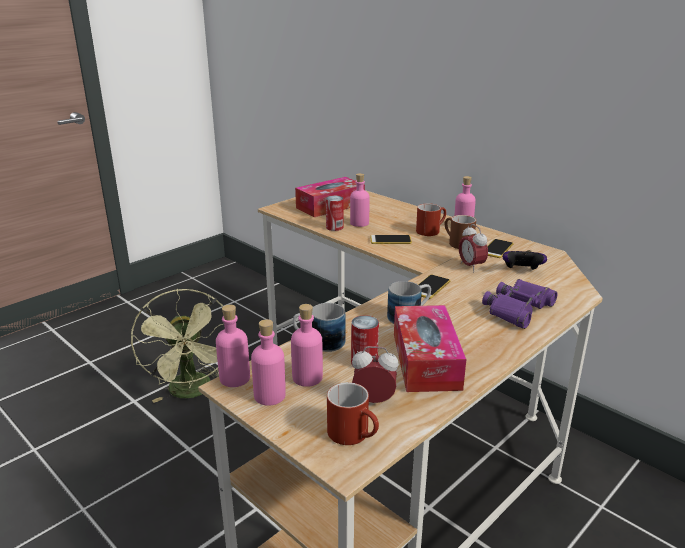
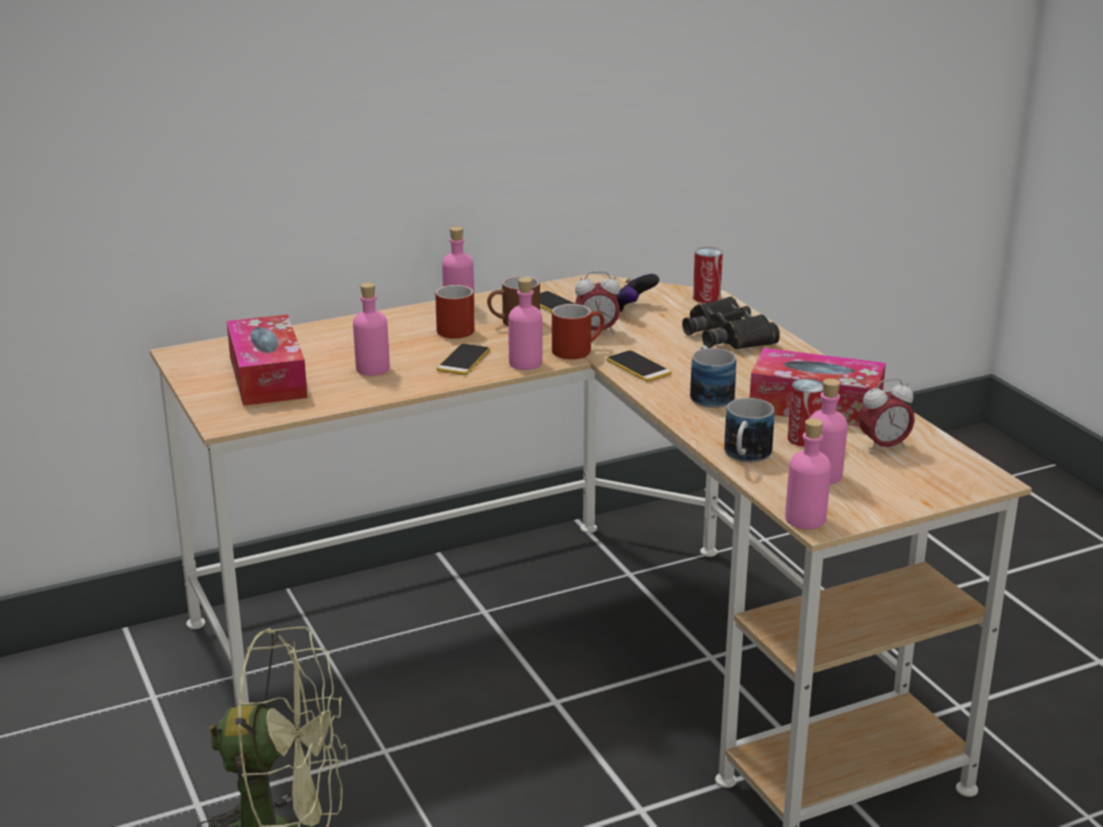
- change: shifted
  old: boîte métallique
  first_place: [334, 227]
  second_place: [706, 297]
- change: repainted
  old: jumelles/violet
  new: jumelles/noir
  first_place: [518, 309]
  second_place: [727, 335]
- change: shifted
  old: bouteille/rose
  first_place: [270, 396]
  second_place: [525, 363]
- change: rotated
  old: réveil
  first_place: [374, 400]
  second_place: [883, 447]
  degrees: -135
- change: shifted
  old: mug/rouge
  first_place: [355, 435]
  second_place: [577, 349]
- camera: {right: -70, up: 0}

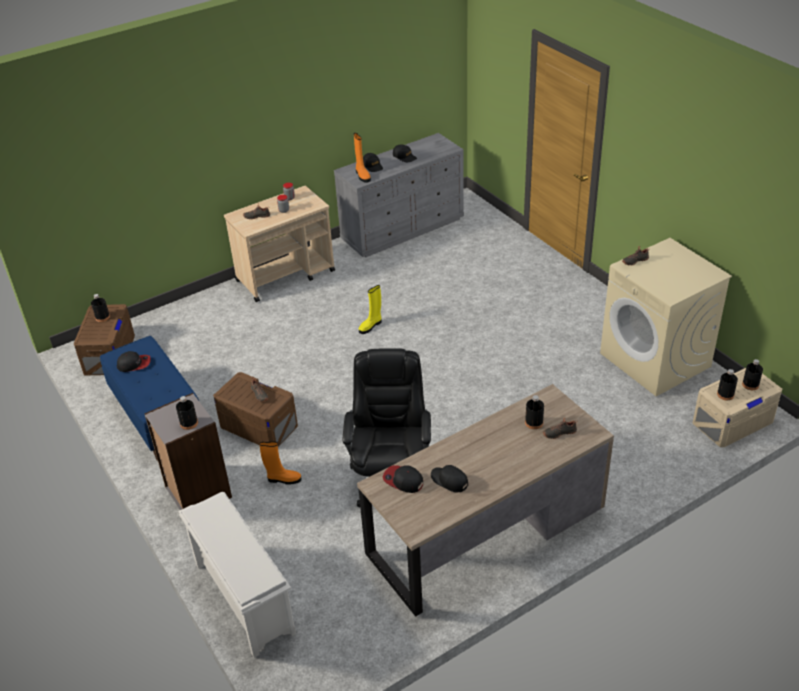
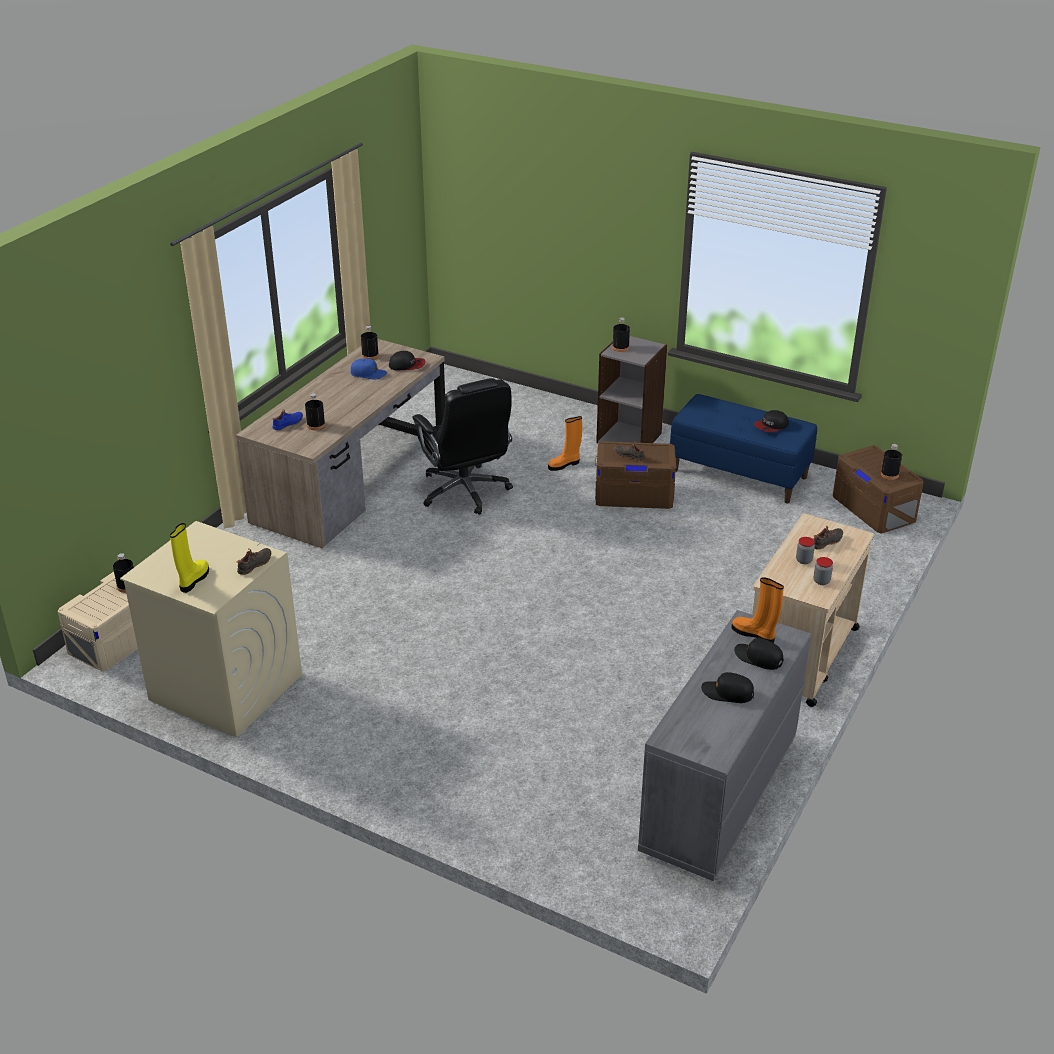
- change: shifted
  old: botte/jaune
  first_place: [371, 326]
  second_place: [193, 580]
- change: shifted
  old: bouteille/noir
  first_place: [750, 384]
  second_place: [370, 356]
- change: repainted
  old: chaussure/noir
  new: chaussure/bleu
  first_place: [559, 432]
  second_place: [288, 424]
- change: repainted
  old: casquette/noir
  new: casquette/bleu
  first_place: [449, 481]
  second_place: [368, 374]
- change: gone
  old: étagère à chaussures/blanc
  first_place: [242, 598]
- camera: {right: 150, up: -5}

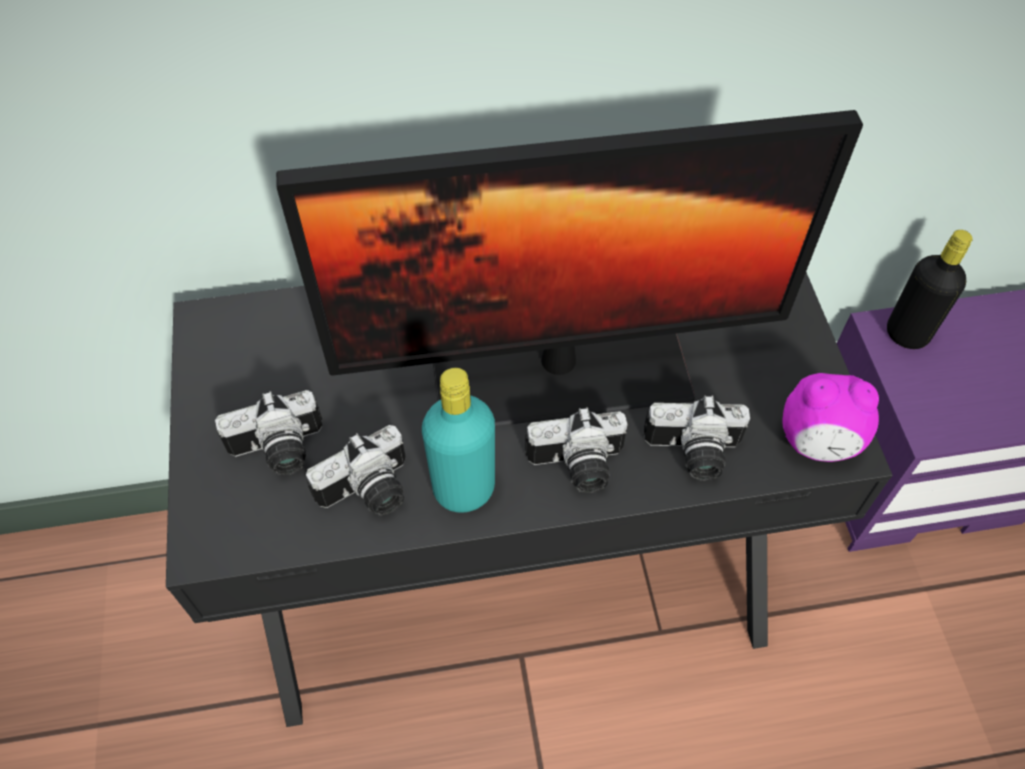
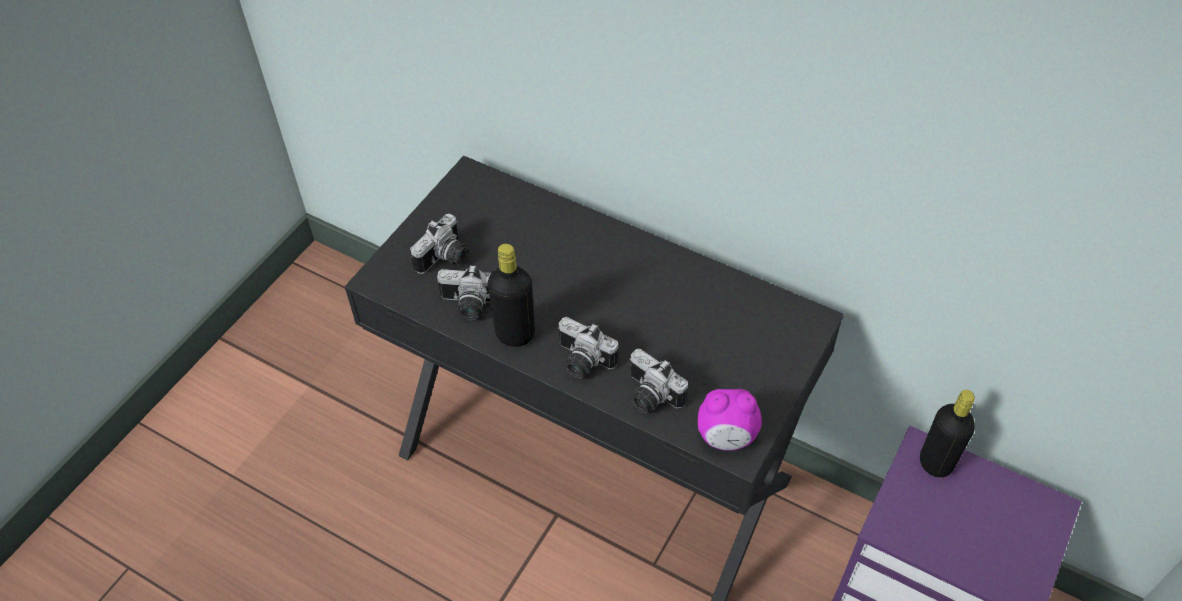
- change: gone
  old: écran d'ordinateur
  first_place: [559, 369]
- change: repainted
  old: bouteille/turquoise
  new: bouteille/noir
  first_place: [464, 489]
  second_place: [515, 334]
- change: rotated
  old: réveil
  first_place: [817, 442]
  second_place: [726, 437]
  degrees: -45
- change: rotated
  old: appareil photo
  first_place: [279, 452]
  second_place: [446, 259]
  degrees: -75
- camera: {right: 40, up: -5}

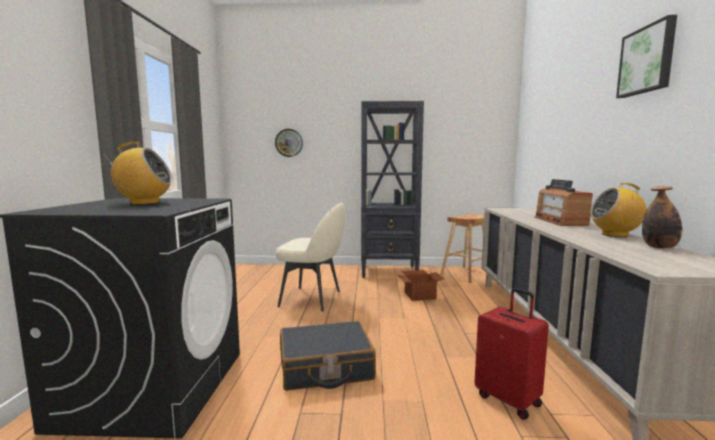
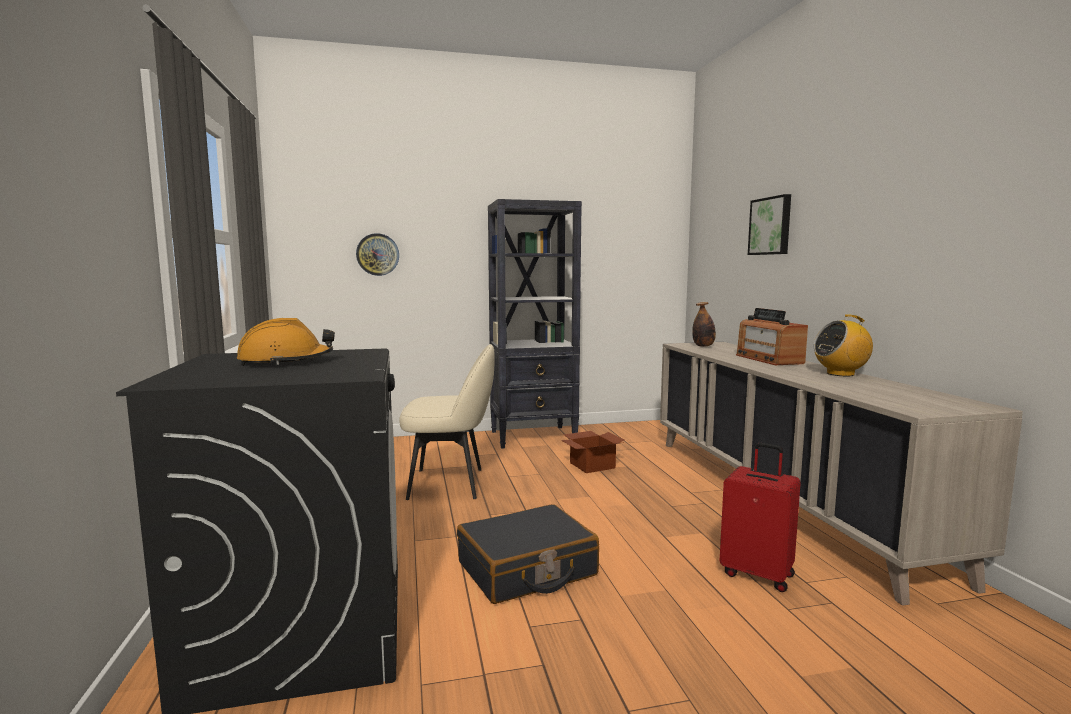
- change: shifted
  old: tableau
  first_place: [647, 60]
  second_place: [771, 226]
- change: swapped
  old: radio
  new: casque de chantier/orange
  first_place: [144, 203]
  second_place: [286, 361]
- change: shifted
  old: bouteille
  first_place: [659, 247]
  second_place: [703, 346]
- change: gone
  old: tabouret/marron
  first_place: [466, 274]
- camera: {right: -15, up: 0}

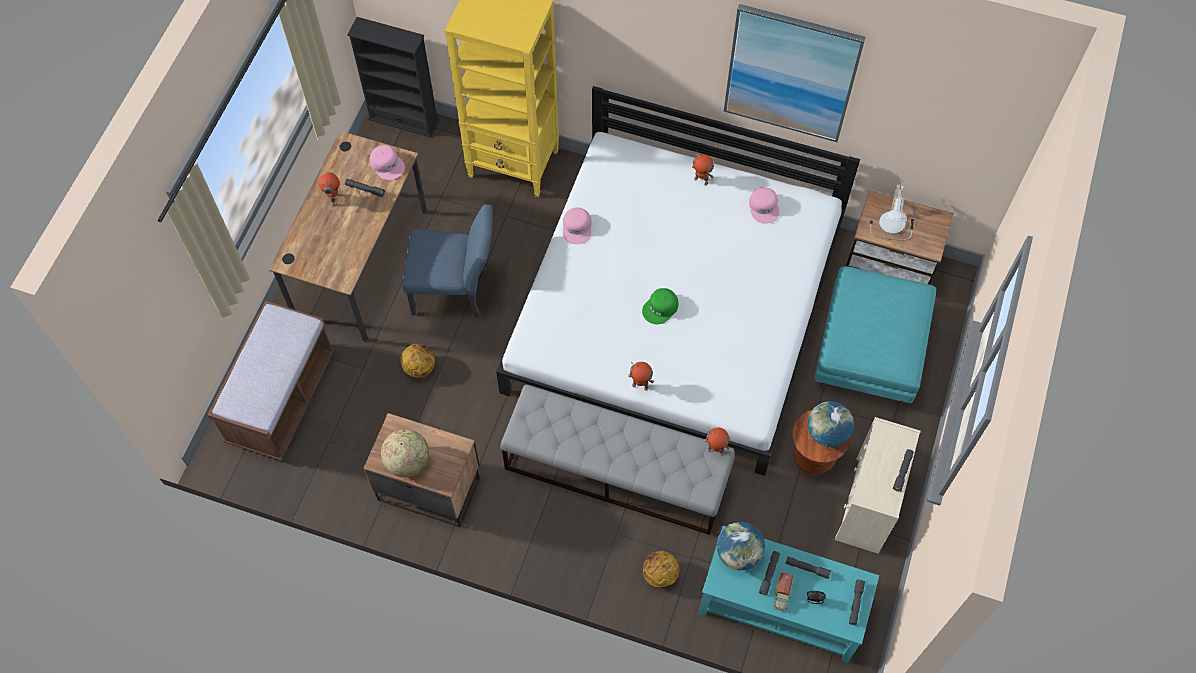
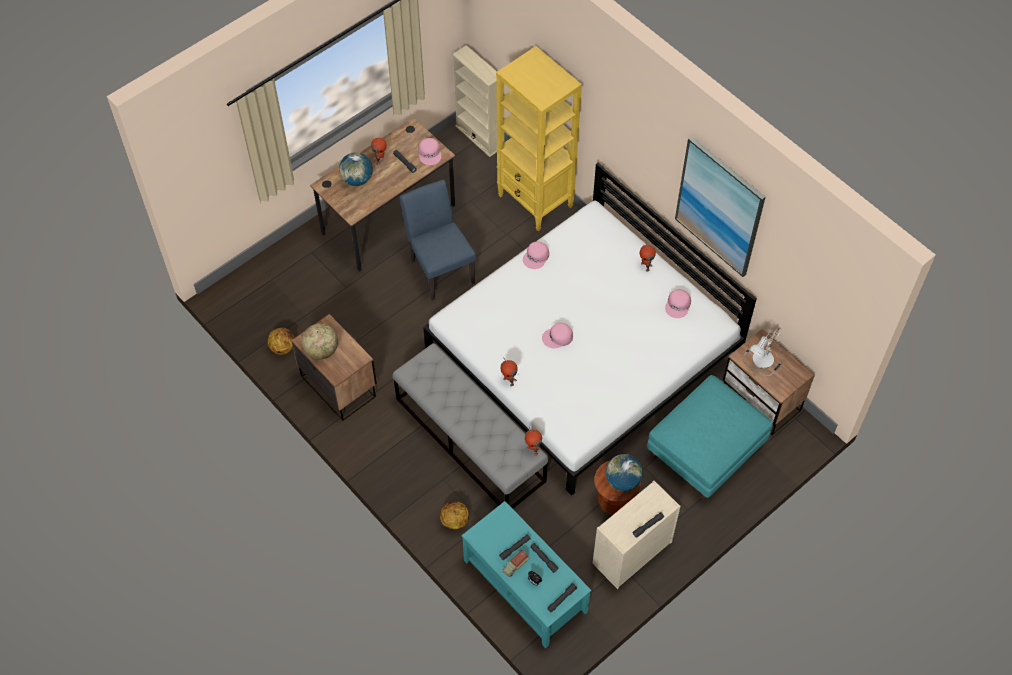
- change: repainted
  old: bibliothèque/noir
  new: bibliothèque/beige
  first_place: [403, 120]
  second_place: [479, 137]
- change: rotated
  old: chaise/bleu
  first_place: [456, 291]
  second_place: [440, 267]
  degrees: -150
- change: repainted
  old: casquette/vert
  new: casquette/rose
  first_place: [661, 308]
  second_place: [558, 337]
- change: gone
  old: banc/marron
  first_place: [282, 398]
- change: shifted
  old: ballon de basket
  first_place: [419, 367]
  second_place: [283, 347]
- change: shifted
  old: globe
  first_place: [738, 553]
  second_place: [357, 179]
- camera: {right: 30, up: -5}

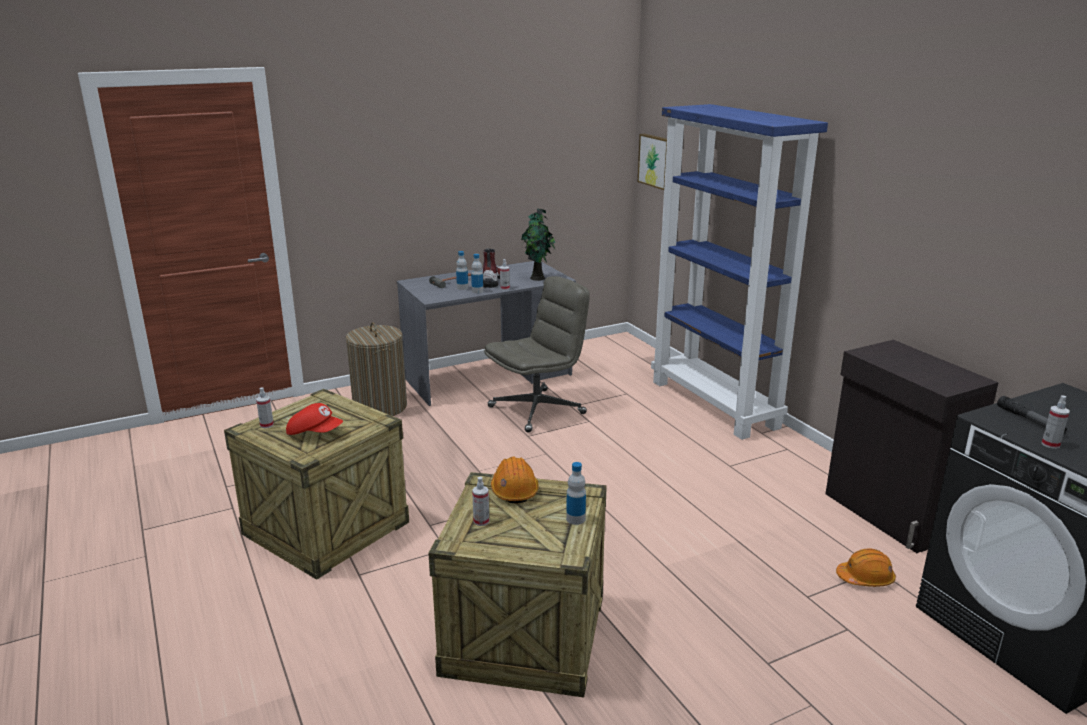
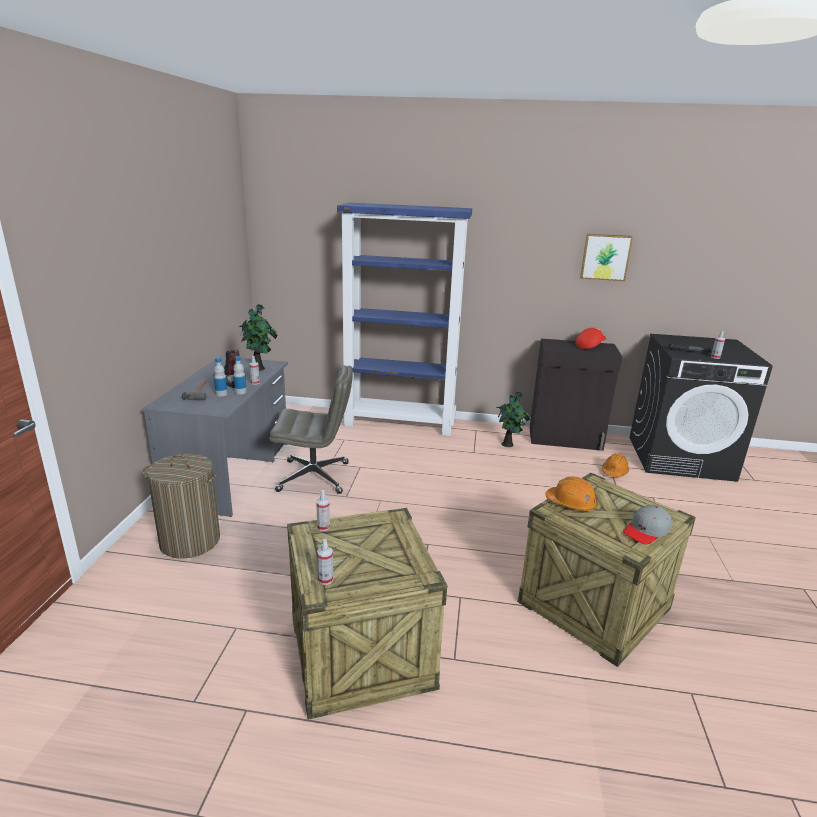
- change: shifted
  old: tableau
  first_place: [656, 161]
  second_place: [605, 257]
- change: rotated
  old: chaise de bureau/gris
  first_place: [537, 410]
  second_place: [315, 477]
  degrees: 90
- change: shifted
  old: casquette/rouge
  first_place: [315, 433]
  second_place: [589, 346]
- change: gone
  old: bouteille
  first_place: [575, 519]
- change: shifted
  old: vaporisateur
  first_place: [481, 521]
  second_place: [323, 527]
- change: new
  new: plante en pot
  second_place: [508, 444]
- change: new
  new: casquette/gris
  second_place: [646, 531]
- camera: {right: -55, up: 0}

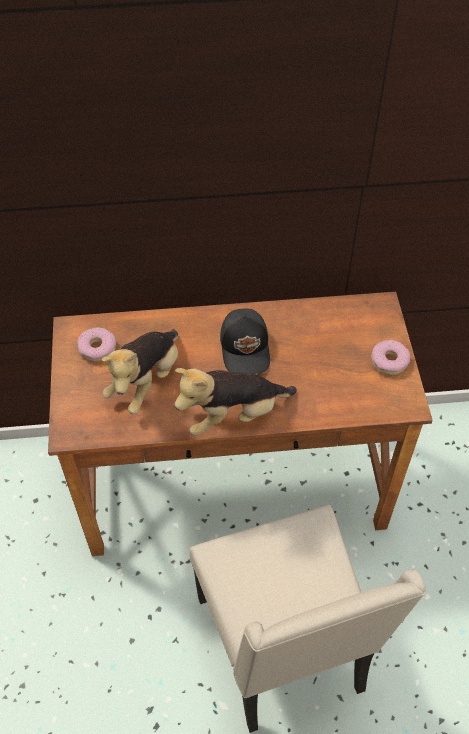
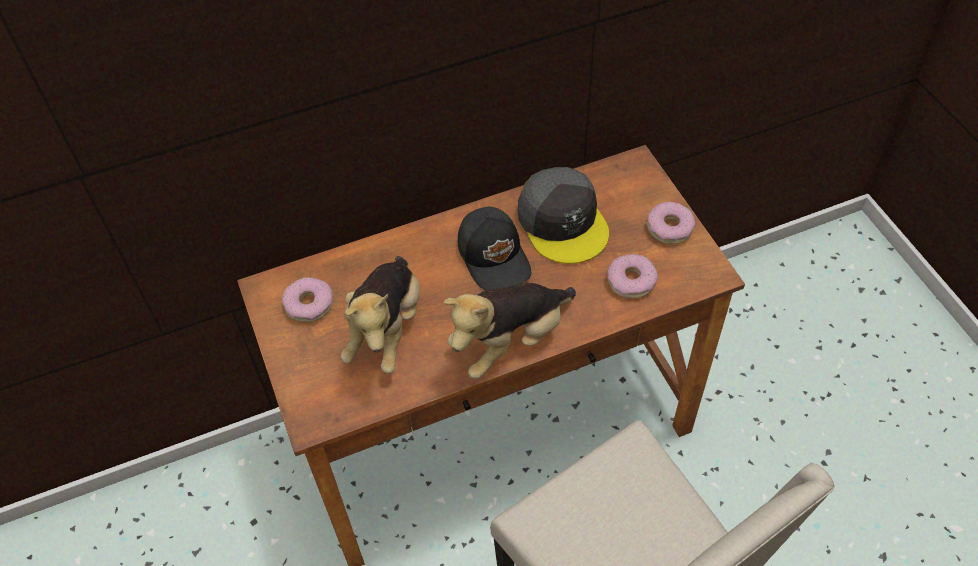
- change: new
  new: casquette/gris
  second_place: [563, 222]
- change: new
  new: beignet
  second_place: [631, 281]
- camera: {right: -15, up: 0}

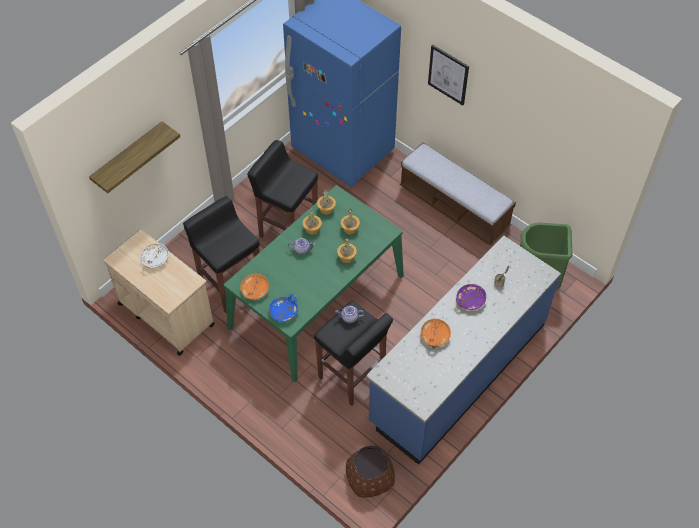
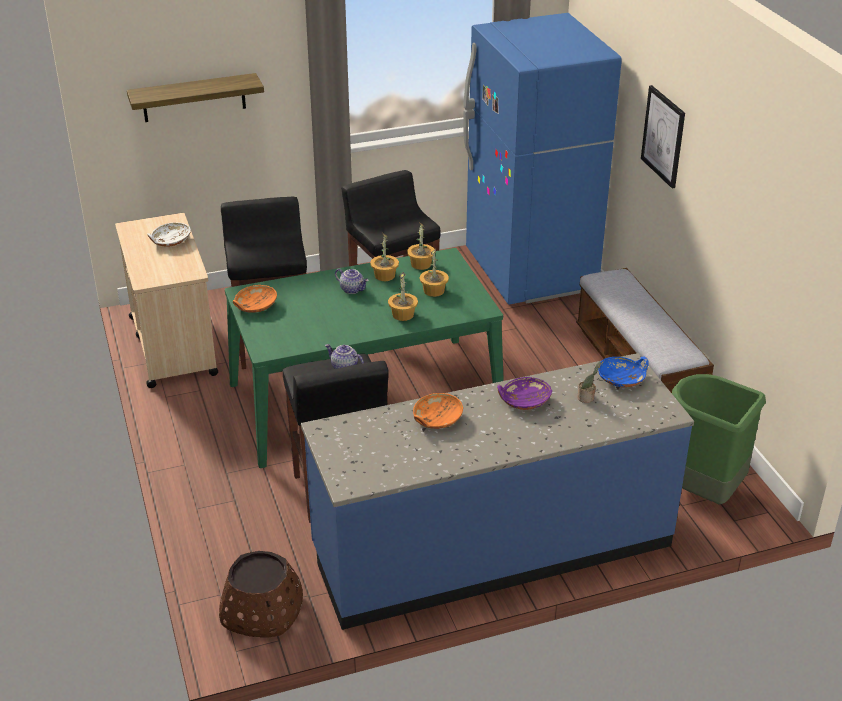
- change: shifted
  old: bol/bleu
  first_place: [284, 311]
  second_place: [622, 379]
- camera: {right: 30, up: -20}

